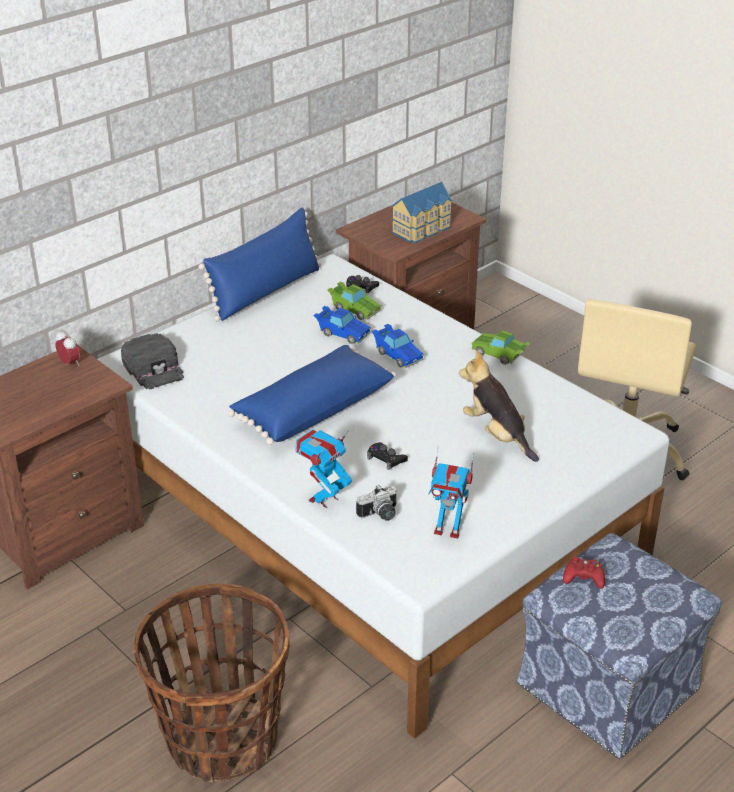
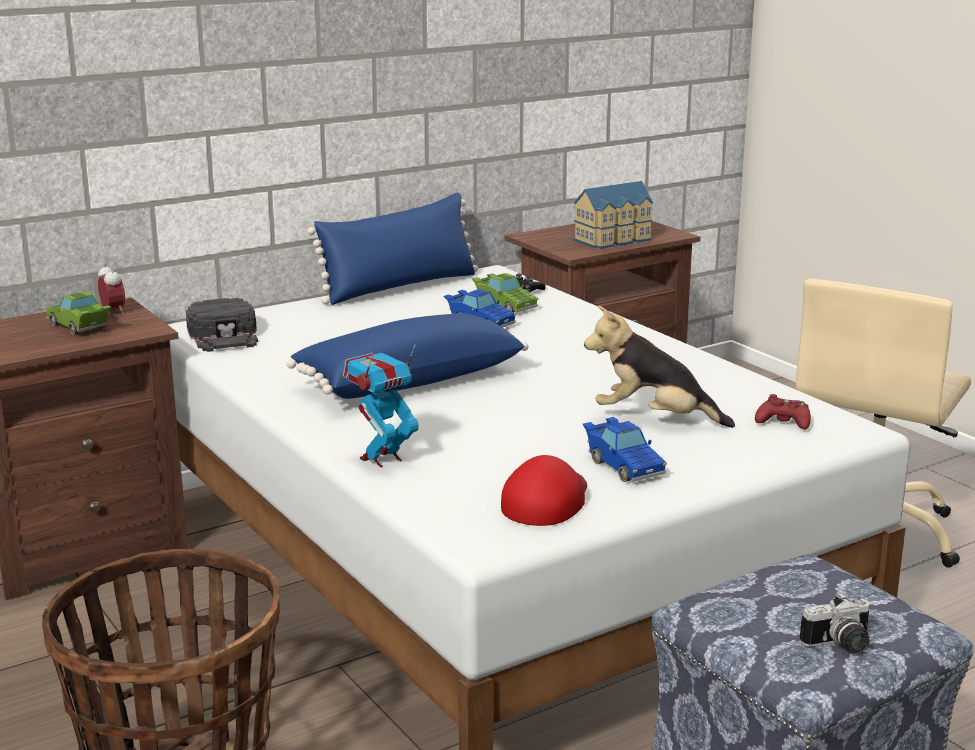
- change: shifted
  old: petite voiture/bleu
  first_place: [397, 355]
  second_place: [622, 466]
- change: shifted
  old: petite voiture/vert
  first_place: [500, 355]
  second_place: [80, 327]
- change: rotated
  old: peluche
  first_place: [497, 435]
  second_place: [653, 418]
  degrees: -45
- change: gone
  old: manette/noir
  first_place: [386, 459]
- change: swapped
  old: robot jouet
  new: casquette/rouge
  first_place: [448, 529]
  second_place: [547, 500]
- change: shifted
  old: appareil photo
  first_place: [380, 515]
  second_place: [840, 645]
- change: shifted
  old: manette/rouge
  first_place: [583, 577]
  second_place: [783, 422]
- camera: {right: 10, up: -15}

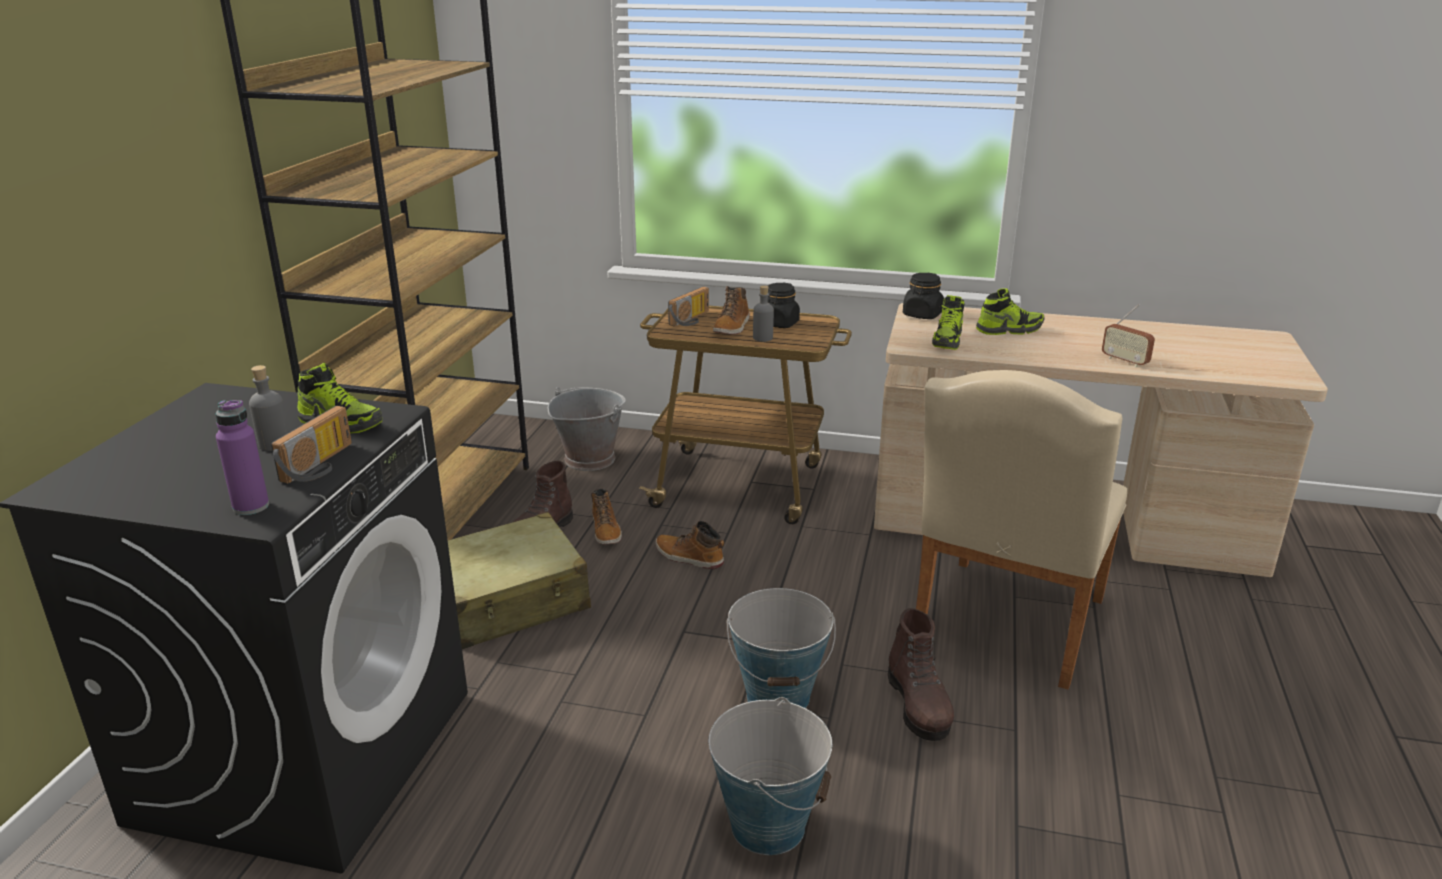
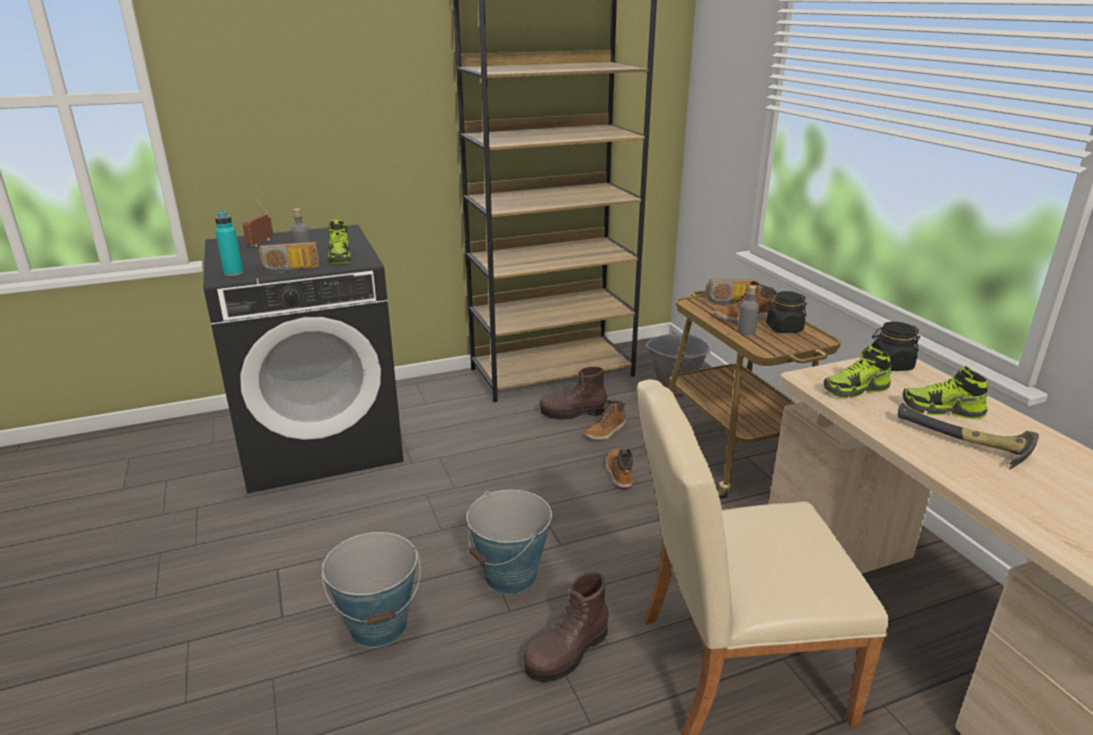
- change: rotated
  old: chaussure
  first_place: [1009, 330]
  second_place: [942, 410]
  degrees: 150
- change: shifted
  old: radio
  first_place: [1124, 361]
  second_place: [261, 243]
- change: repainted
  old: bouteille/violet
  new: bouteille/turquoise
  first_place: [251, 506]
  second_place: [233, 273]
- change: gone
  old: valise/beige
  first_place: [510, 601]
- change: new
  new: marteau
  second_place: [963, 444]
- camera: {right: 55, up: 0}

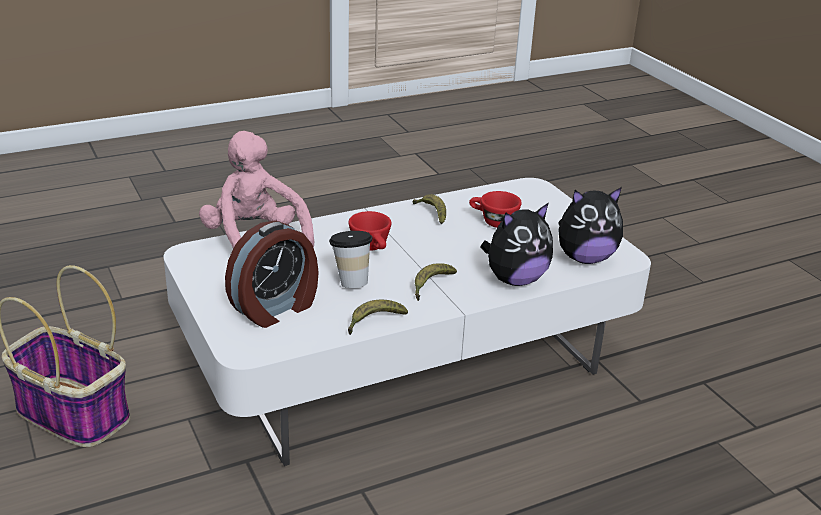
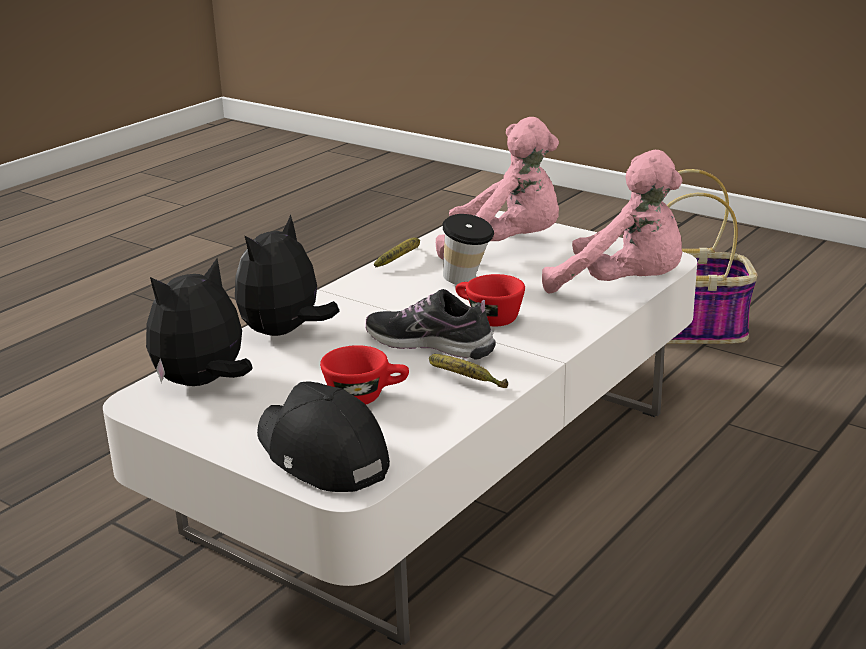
- change: swapped
  old: réveil
  new: peluche/rose
  first_place: [276, 308]
  second_place: [506, 246]
- change: gone
  old: banane
  first_place: [431, 286]
- change: new
  new: chaussure
  second_place: [430, 344]
- change: new
  new: casquette/noir
  second_place: [320, 455]
- camera: {right: 155, up: -5}

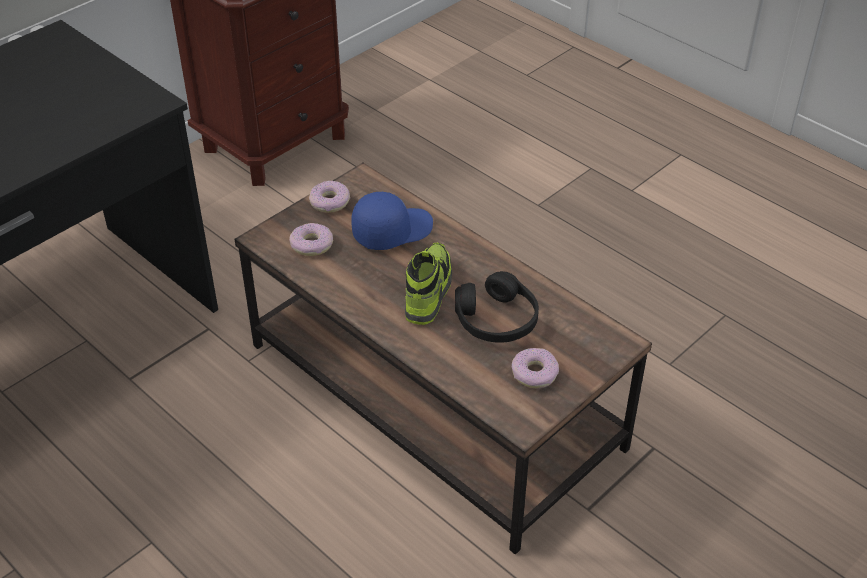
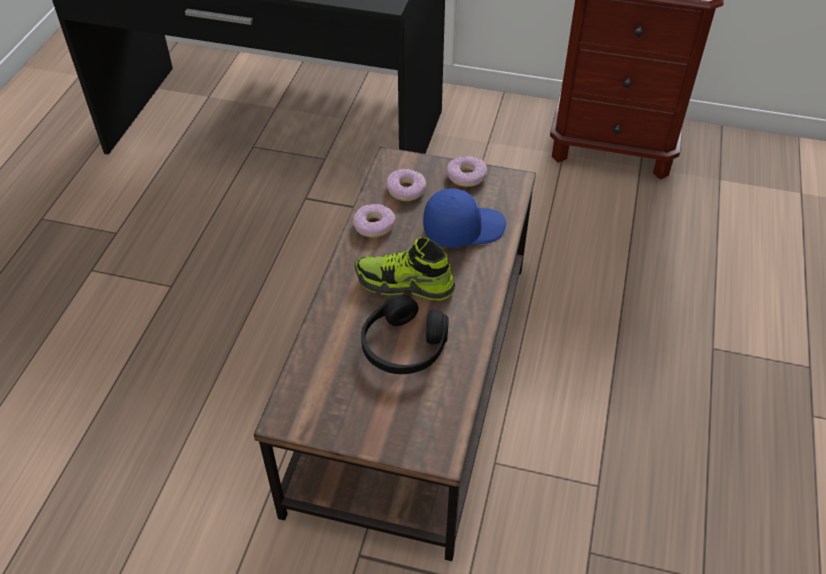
- change: rotated
  old: casquette/bleu
  first_place: [392, 230]
  second_place: [463, 228]
  degrees: -45
- change: rotated
  old: chaussure
  first_place: [427, 292]
  second_place: [404, 284]
  degrees: -150
- change: shifted
  old: beignet
  first_place: [534, 373]
  second_place: [373, 225]
- camera: {right: 60, up: 5}

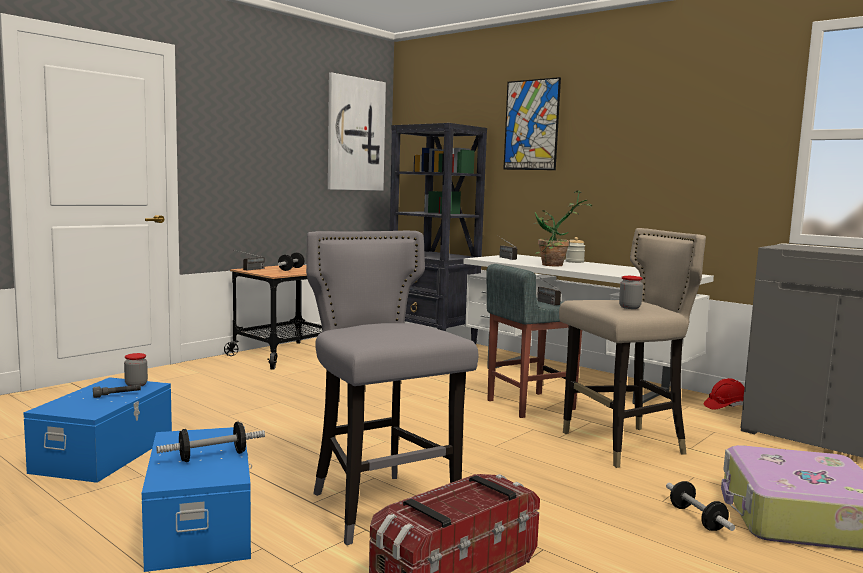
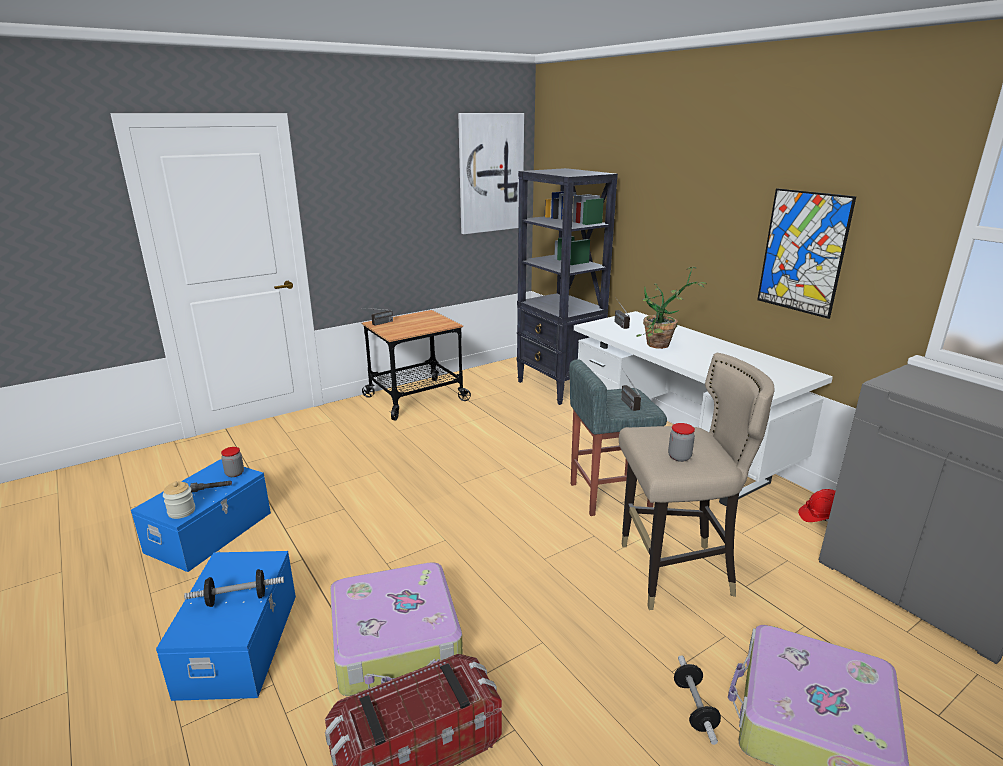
- change: shifted
  old: tableau
  first_place: [531, 125]
  second_place: [803, 252]
- change: swapped
  old: tabouret/gris
  new: valise
  first_place: [382, 508]
  second_place: [397, 642]
- change: shifted
  old: bocal
  first_place: [574, 262]
  second_place: [181, 511]
- change: gone
  old: haltère
  first_place: [291, 269]
- camera: {right: 15, up: 15}

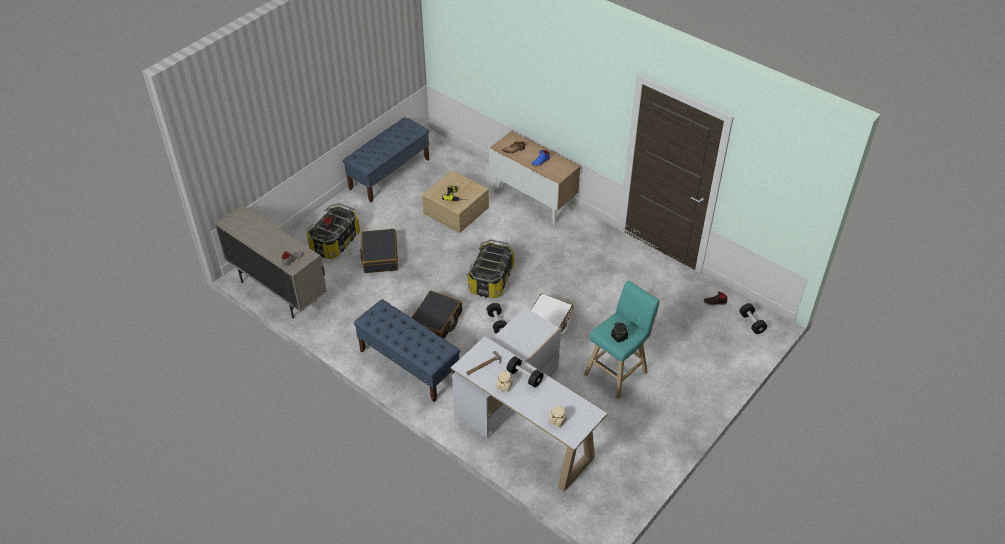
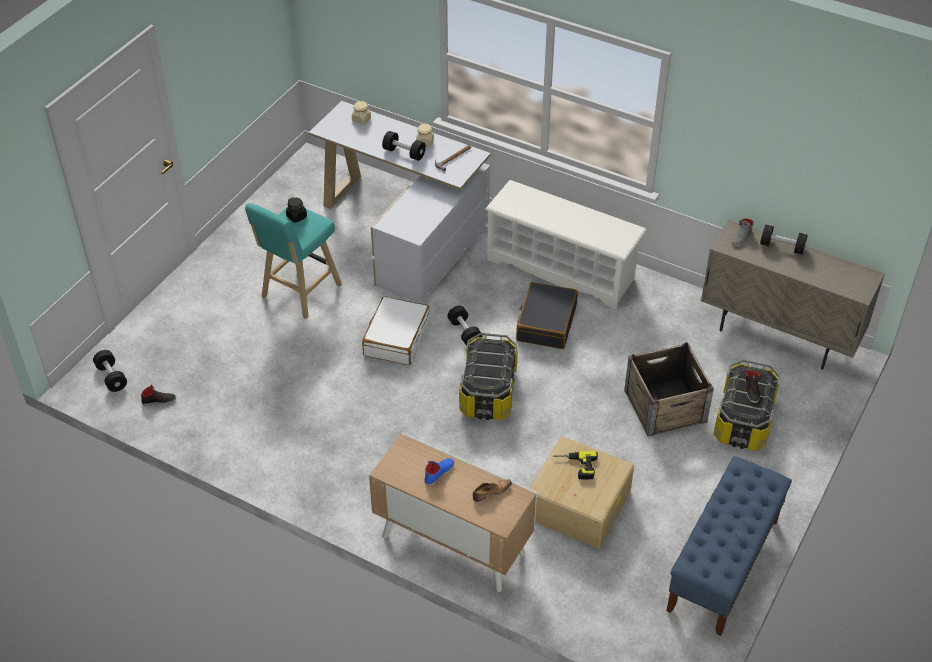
- change: swapped
  old: valise/noir
  new: caisse
  first_place: [380, 256]
  second_place: [664, 405]
- change: swapped
  old: banc/bleu
  new: étagère à chaussures/blanc
  first_place: [408, 364]
  second_place: [561, 269]
- change: new
  new: haltère/noir
  second_place: [782, 247]
- camera: {right: 170, up: 0}

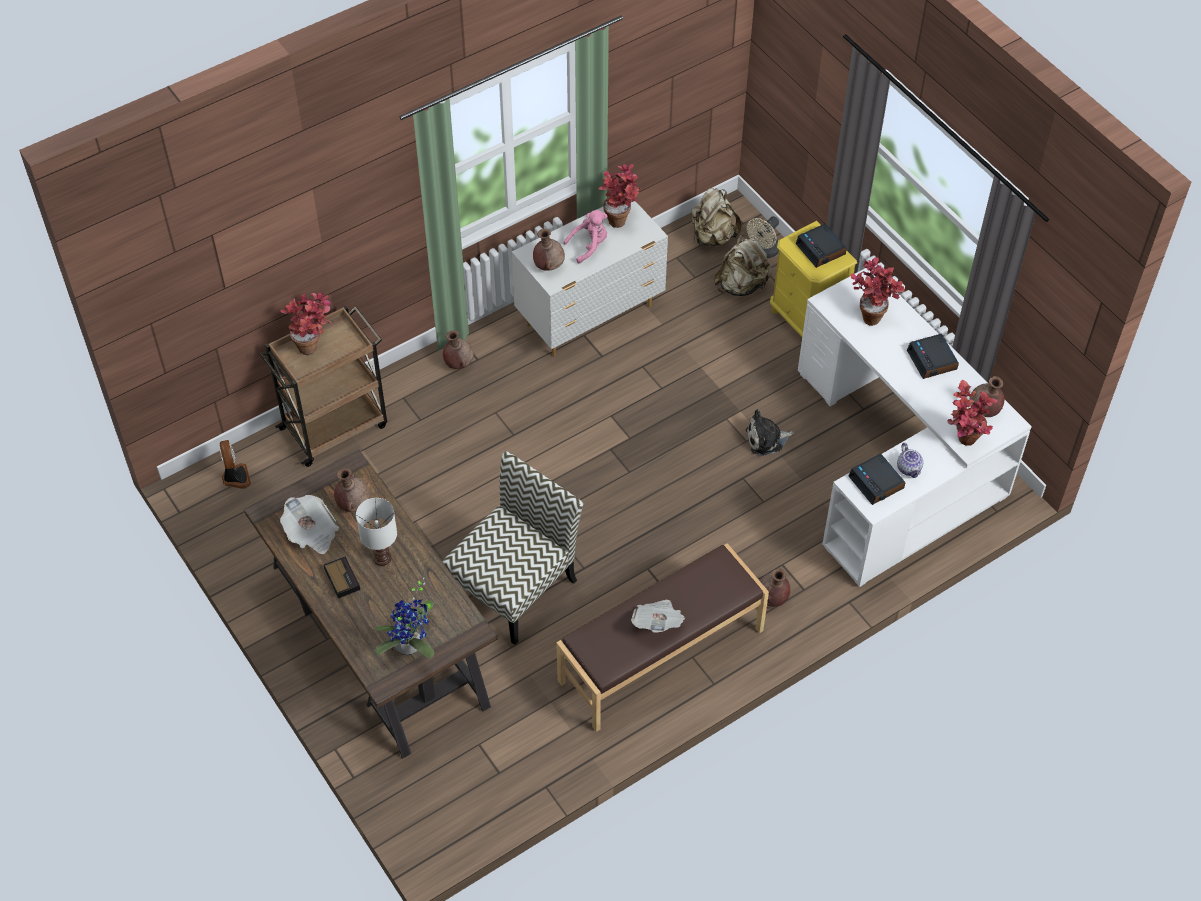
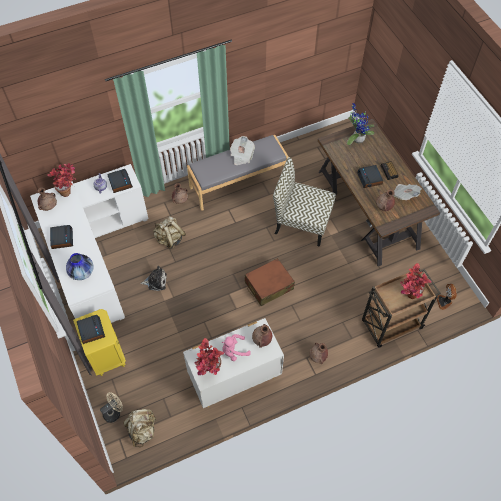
- change: shifted
  old: sac à dos/beige
  first_place: [741, 285]
  second_place: [170, 239]
- change: swapped
  old: plante en pot
  new: vase
  first_place: [871, 314]
  second_place: [82, 272]
- change: rotated
  old: chaise
  first_place: [514, 587]
  second_place: [301, 223]
  degrees: 60
- change: swapped
  old: lampe de table/blanc
  new: réveil
  first_place: [381, 558]
  second_place: [370, 178]
- change: repainted
  old: banc/marron
  new: banc/gris
  first_place: [662, 656]
  second_place: [238, 182]
- change: new
  new: valise/marron
  second_place: [268, 286]
- camera: {right: -170, up: 5}

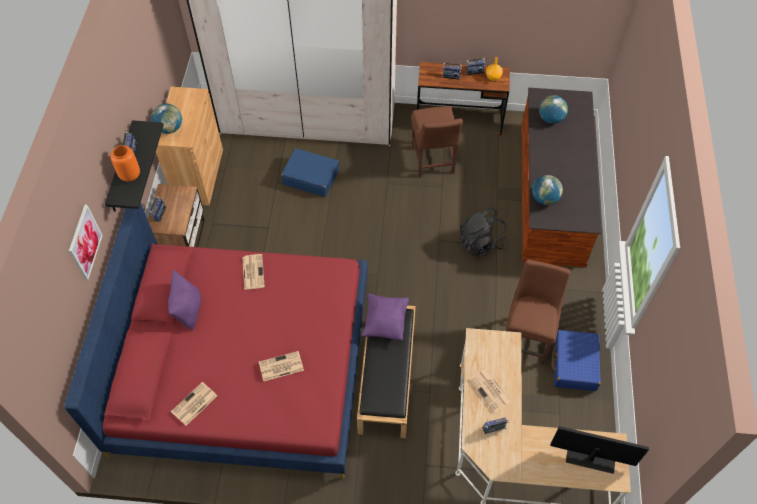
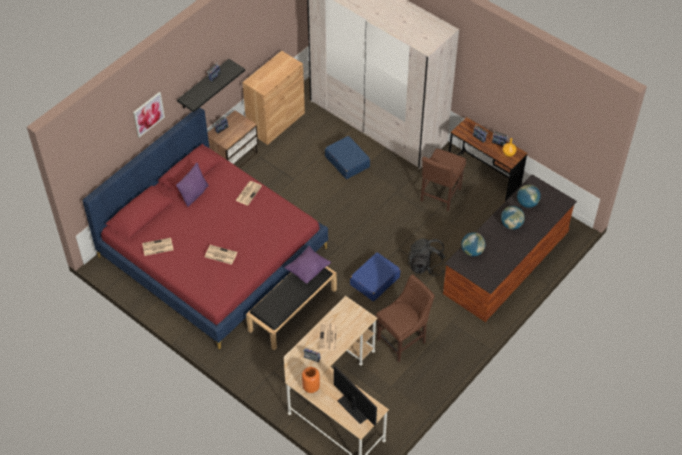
- change: shifted
  old: globe
  first_place: [170, 128]
  second_place: [511, 224]
- change: shifted
  old: vase/orange
  first_place: [130, 175]
  second_place: [311, 387]
- change: shifted
  old: valise/bleu
  first_place: [574, 365]
  second_place: [374, 281]
- camera: {right: 35, up: -5}

